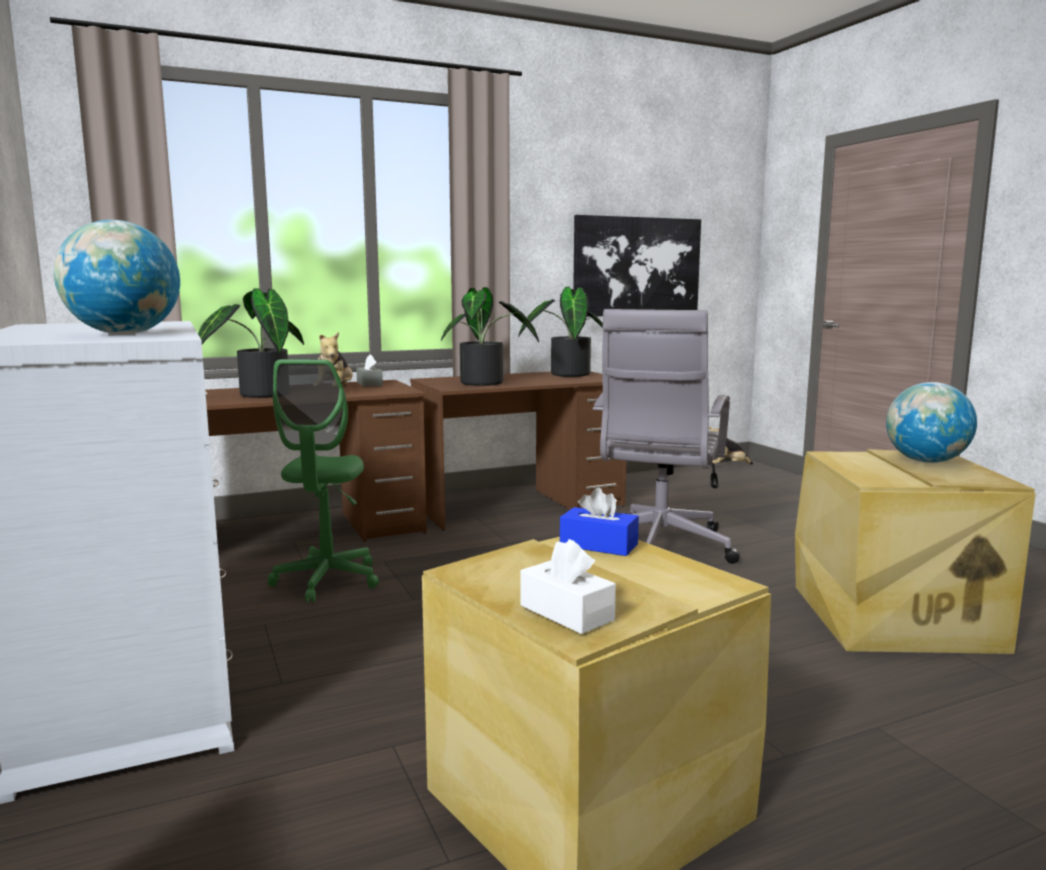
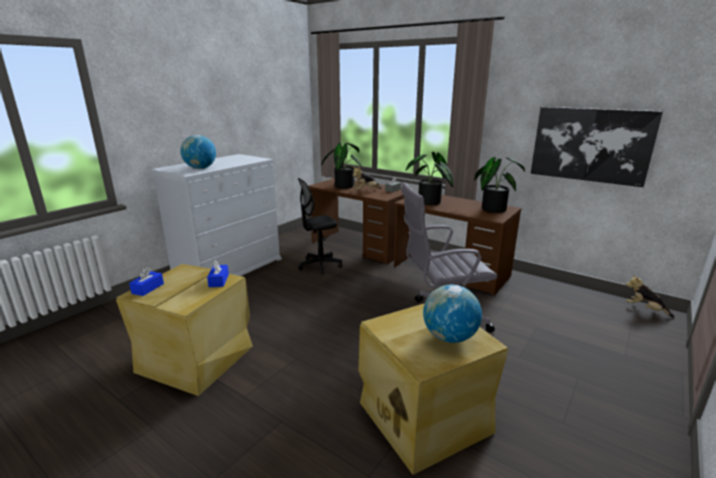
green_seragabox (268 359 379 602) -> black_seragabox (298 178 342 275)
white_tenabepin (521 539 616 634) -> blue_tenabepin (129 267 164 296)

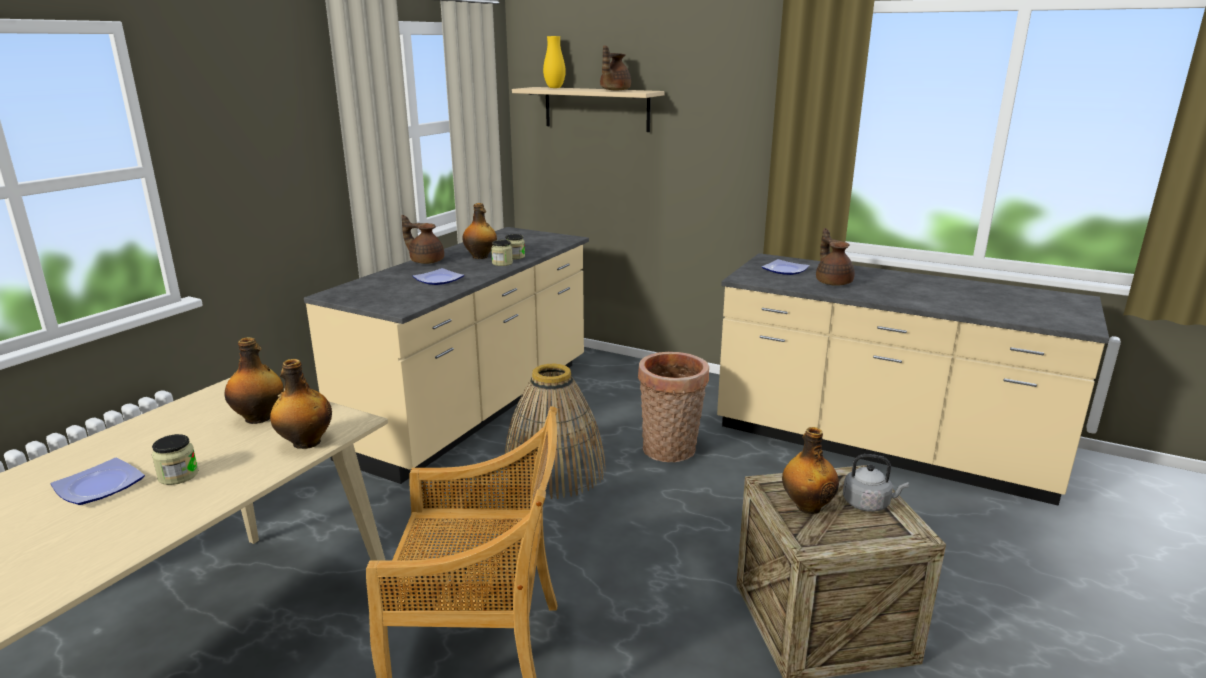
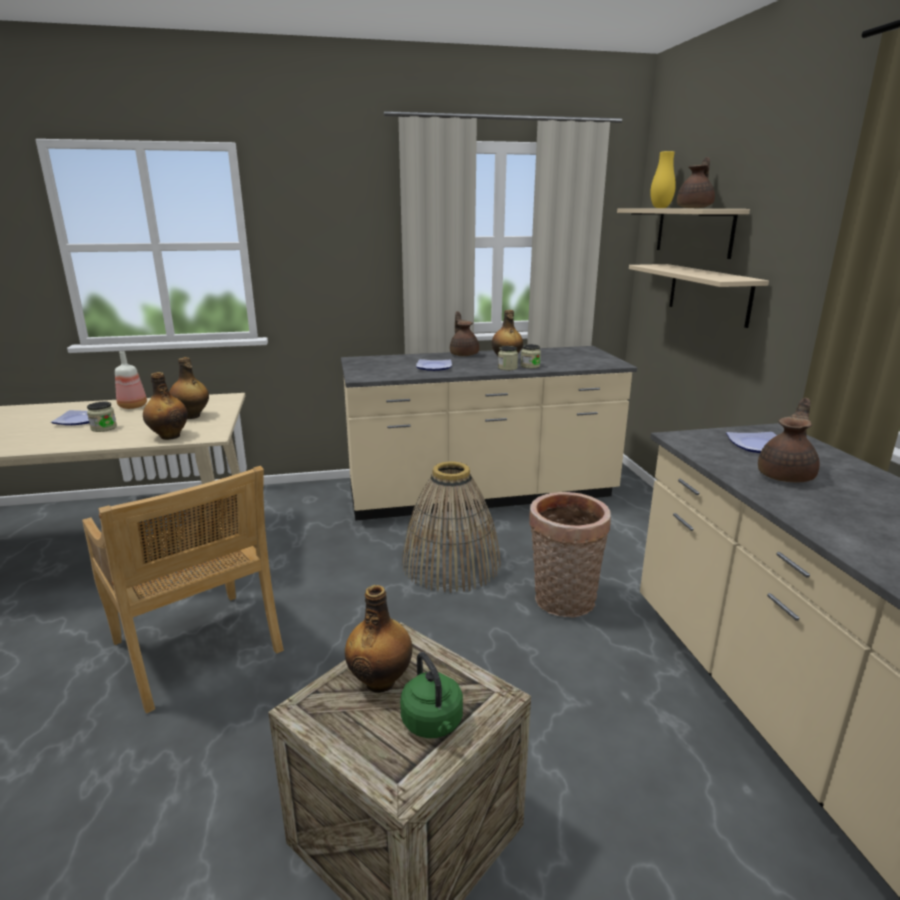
none -> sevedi (115 351 147 409)
none -> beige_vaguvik (629 264 769 328)
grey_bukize (843 454 909 512) -> green_bukize (400 652 463 738)
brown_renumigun (600 45 631 90) -> brown_renumigun (677 157 715 208), 135 degrees clockwise

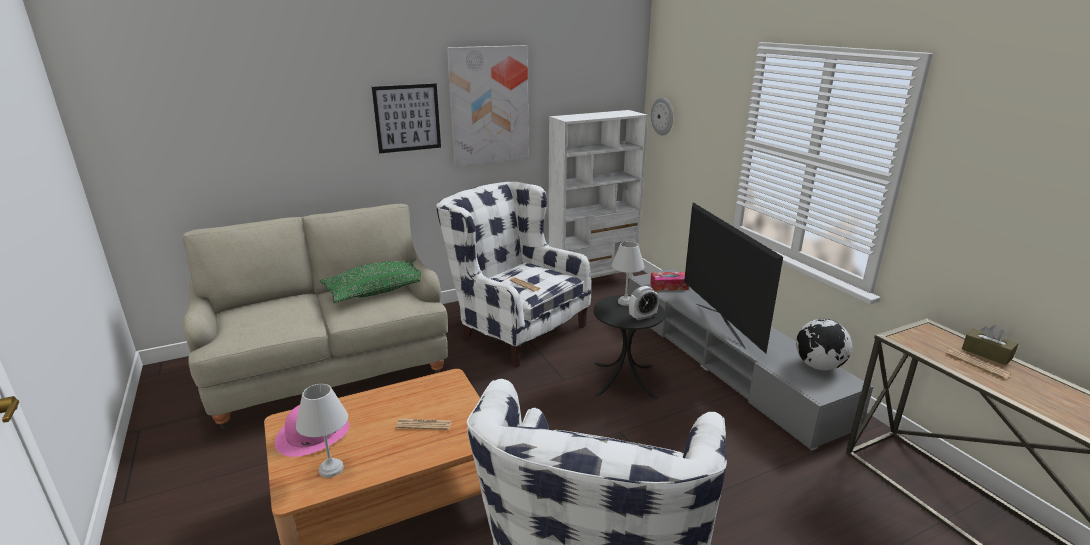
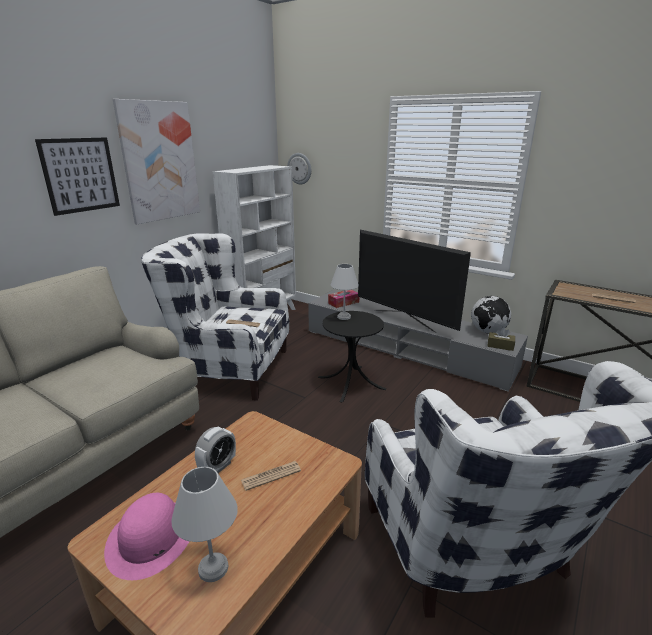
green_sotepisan (320 260 421 303) -> none
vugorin (629 286 659 320) -> vugorin (195 427 236 473), shifted
brown_tenabepin (962 325 1018 365) -> brown_tenabepin (487 328 515 351), shifted

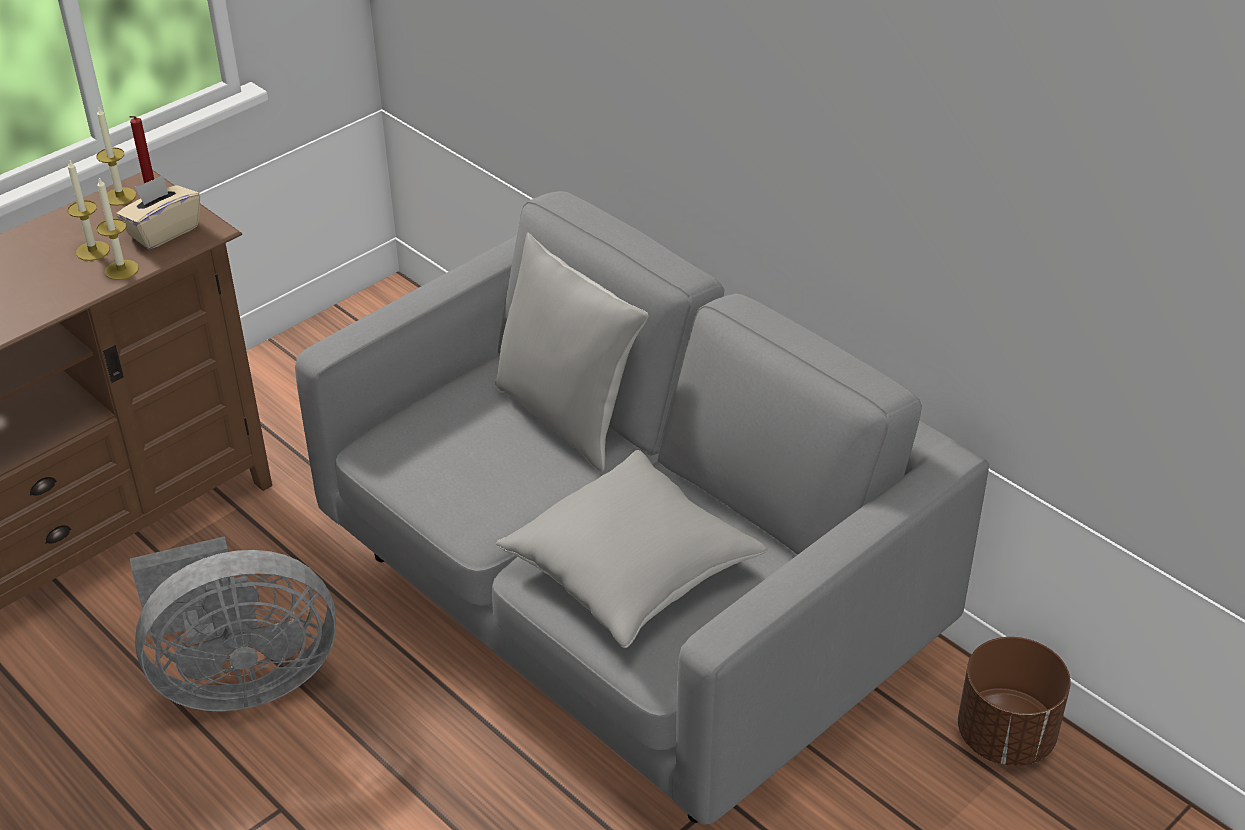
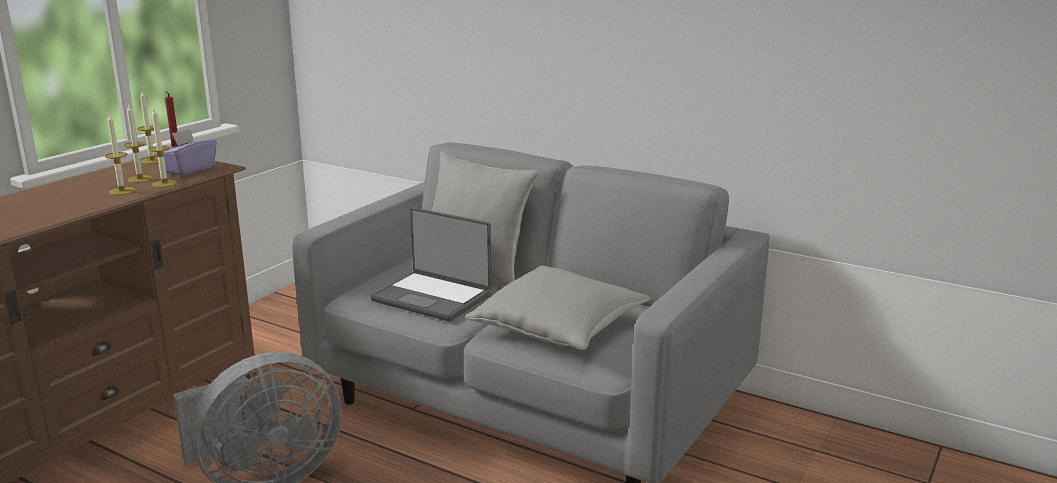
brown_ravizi (958 637 1071 766) -> none
none -> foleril (105 113 135 195)
none -> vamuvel (370 207 492 321)
beige_tenabepin (116 175 200 249) -> purple_tenabepin (163 128 217 176)

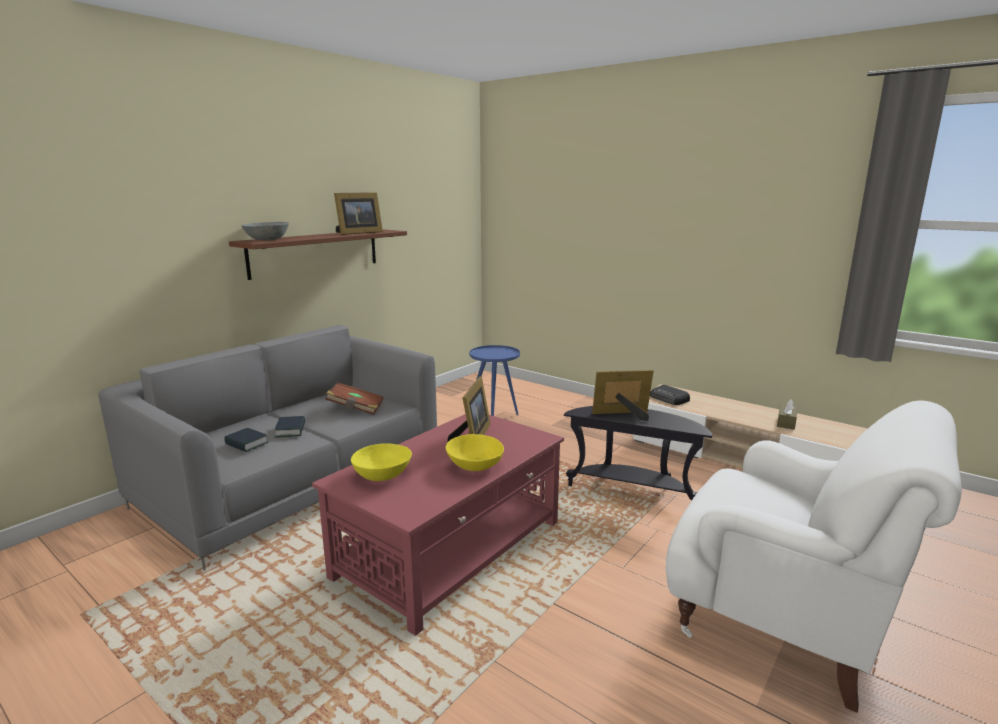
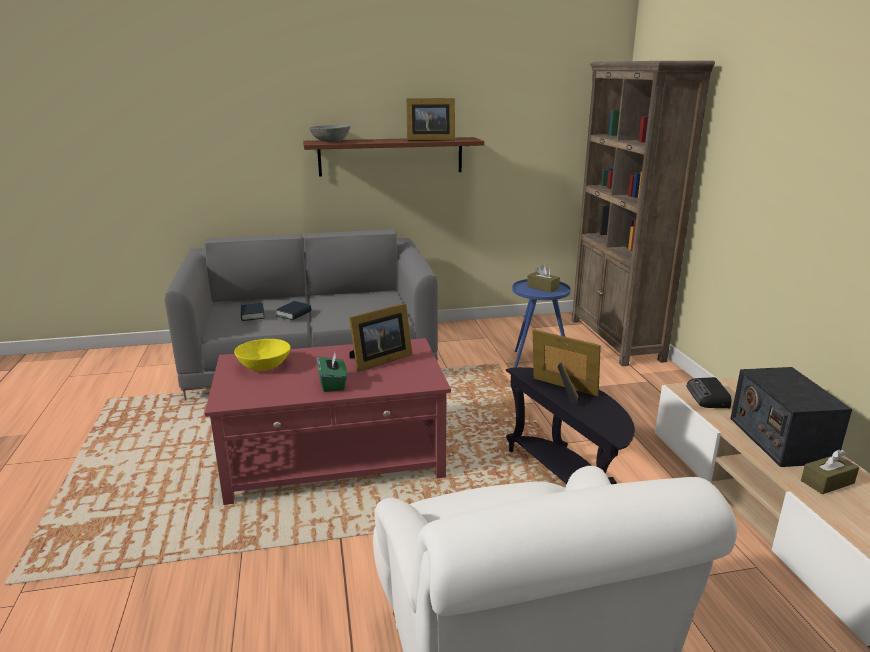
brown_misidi (325 382 384 415) -> none
none -> brown_tenabepin (527 265 560 293)
none -> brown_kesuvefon (571 61 715 366)
none -> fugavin (730 367 852 467)
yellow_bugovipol (446 434 504 471) -> green_tenabepin (317 353 347 392)

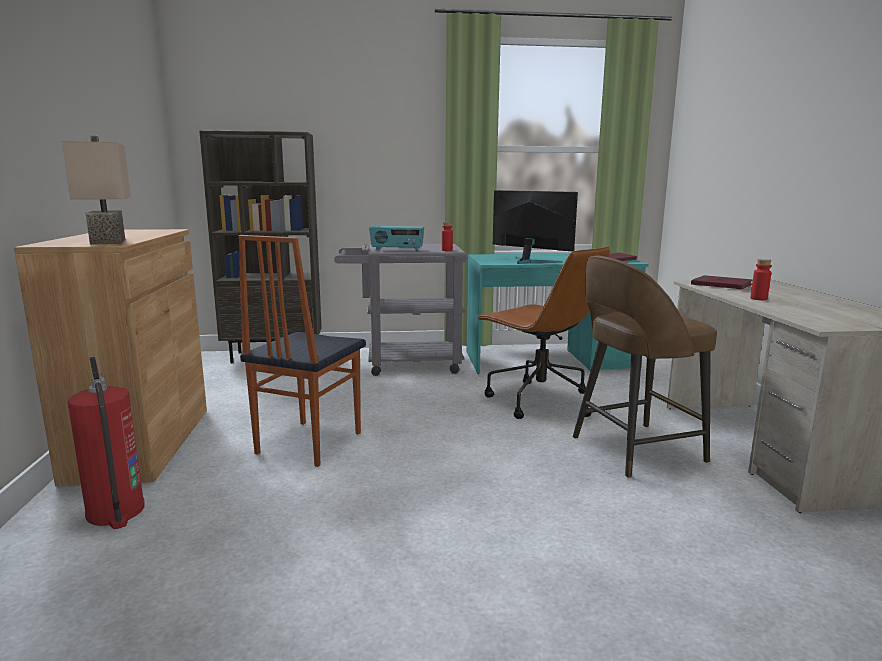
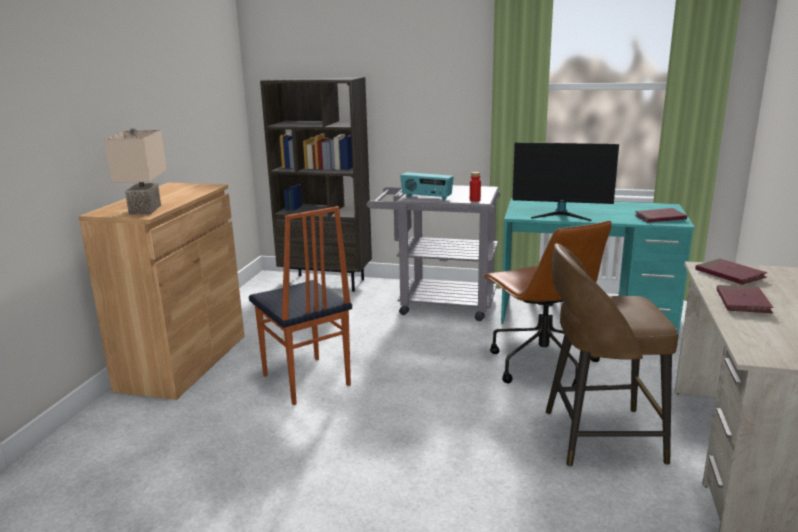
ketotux (68 357 145 529) -> none
red_sevedi (750 259 772 300) -> red_misidi (717 285 773 313)
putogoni (239 235 366 467) -> putogoni (249 206 352 405), 75 degrees counterclockwise
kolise (493 190 578 264) -> kolise (512 142 619 221), 135 degrees clockwise

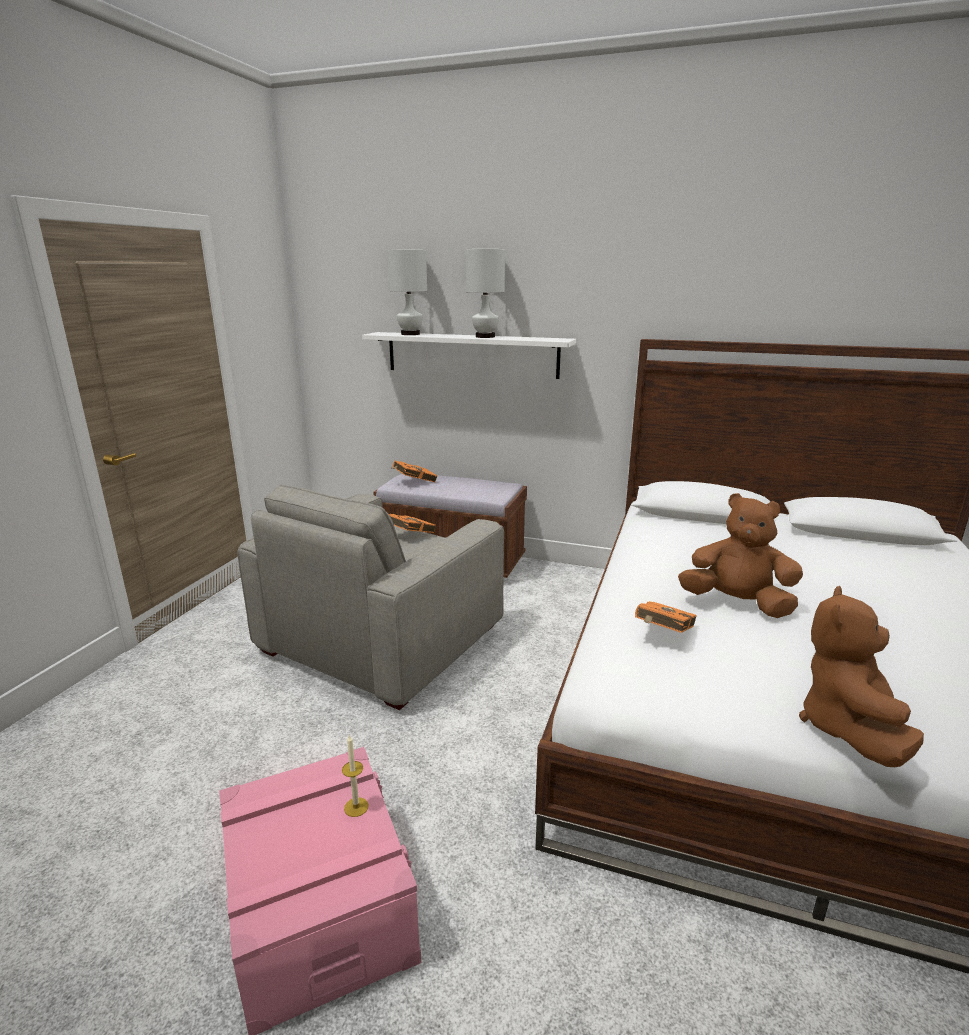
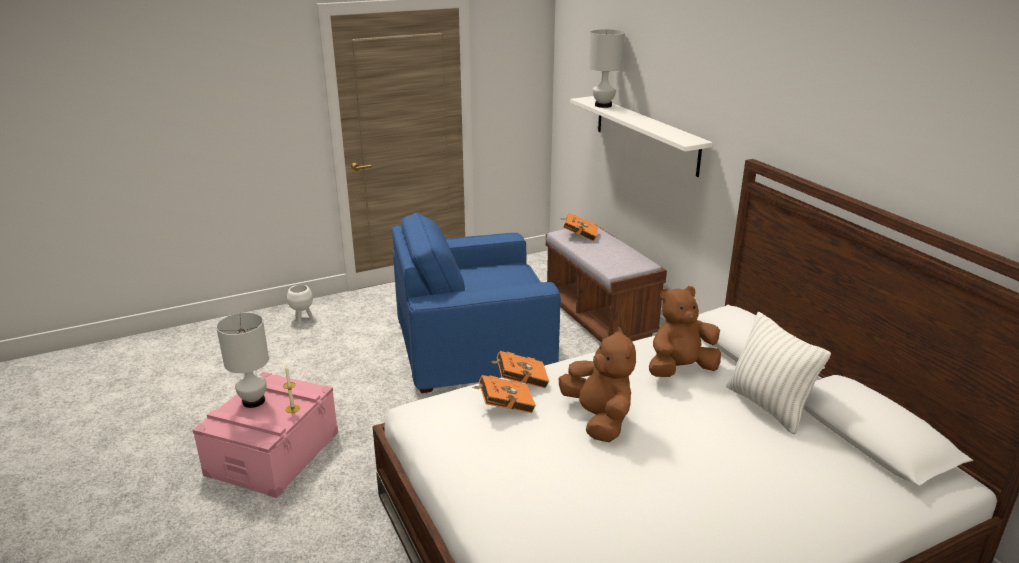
none -> white_ravizi (287 285 313 324)
none -> white_sotepisan (726 312 831 434)
orange_misidi (389 514 436 533) -> orange_misidi (490 351 549 388), shifted
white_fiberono (465 249 505 338) -> white_fiberono (216 313 269 408), shifted
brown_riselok (799 586 924 767) -> brown_riselok (649 286 721 377), shifted
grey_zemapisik (237 484 504 710) -> blue_zemapisik (392 212 561 393)

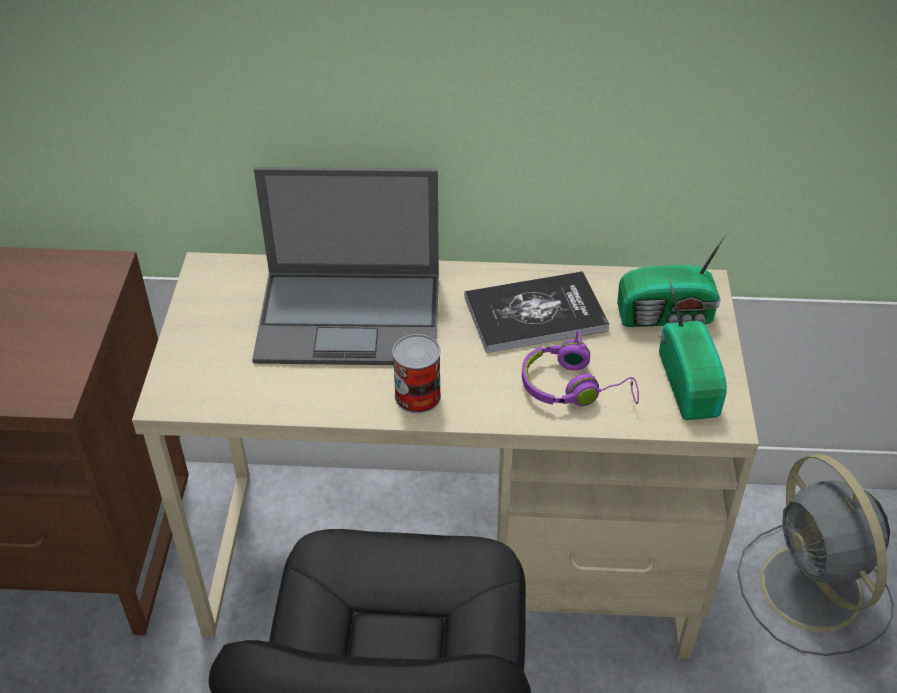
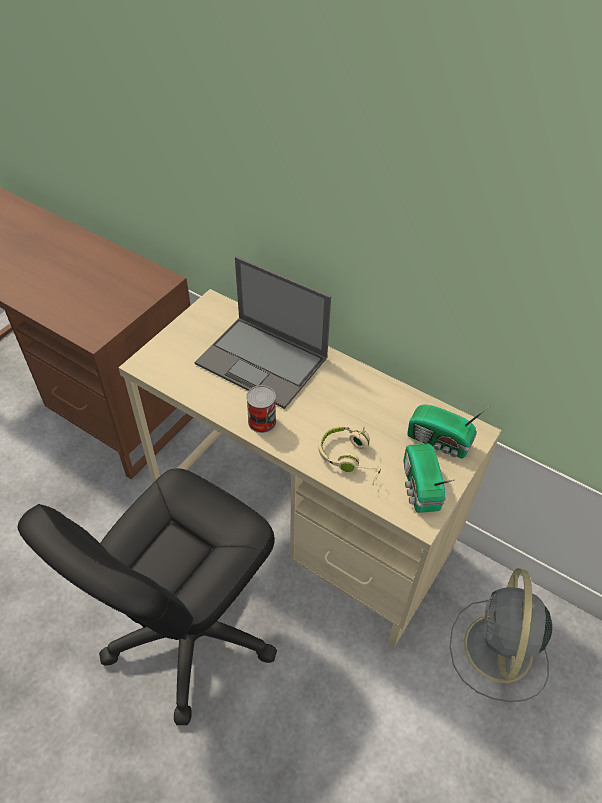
misidi (465 271 609 353) -> none
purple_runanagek (522 331 639 407) -> beige_runanagek (318 425 381 485)
fugavin (659 275 727 420) -> fugavin (403 443 455 513), 150 degrees clockwise

